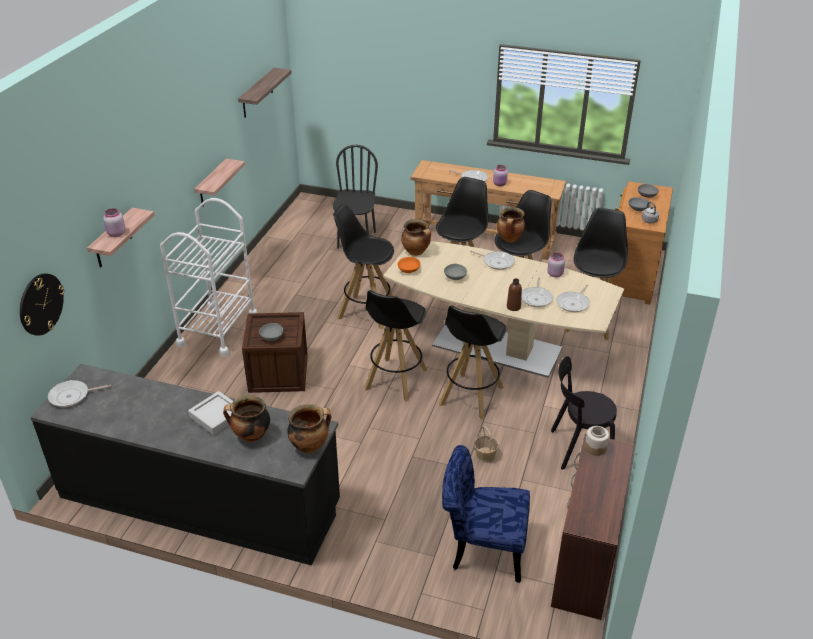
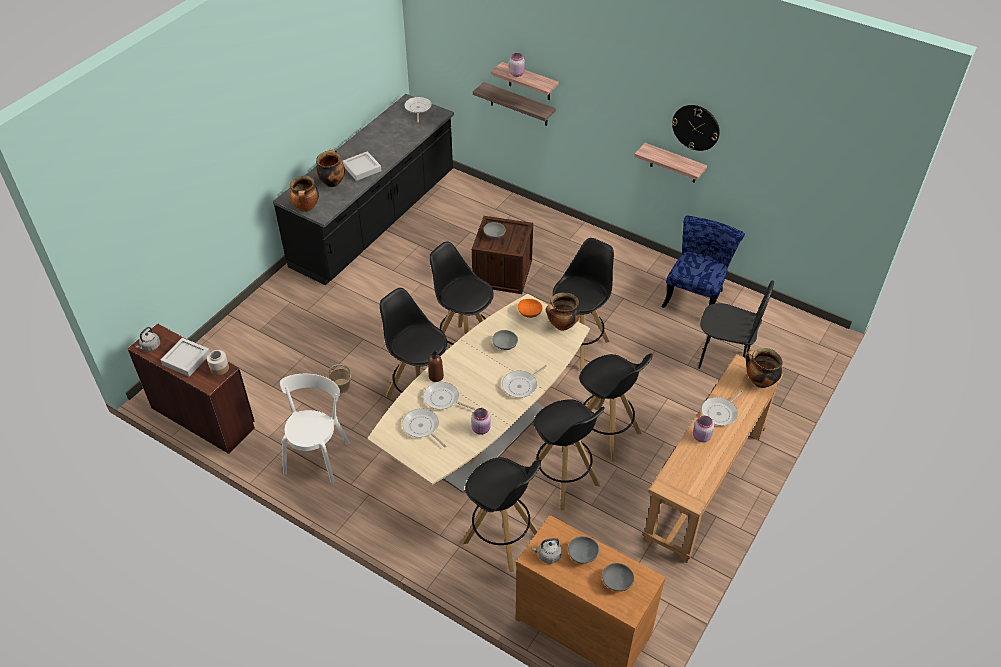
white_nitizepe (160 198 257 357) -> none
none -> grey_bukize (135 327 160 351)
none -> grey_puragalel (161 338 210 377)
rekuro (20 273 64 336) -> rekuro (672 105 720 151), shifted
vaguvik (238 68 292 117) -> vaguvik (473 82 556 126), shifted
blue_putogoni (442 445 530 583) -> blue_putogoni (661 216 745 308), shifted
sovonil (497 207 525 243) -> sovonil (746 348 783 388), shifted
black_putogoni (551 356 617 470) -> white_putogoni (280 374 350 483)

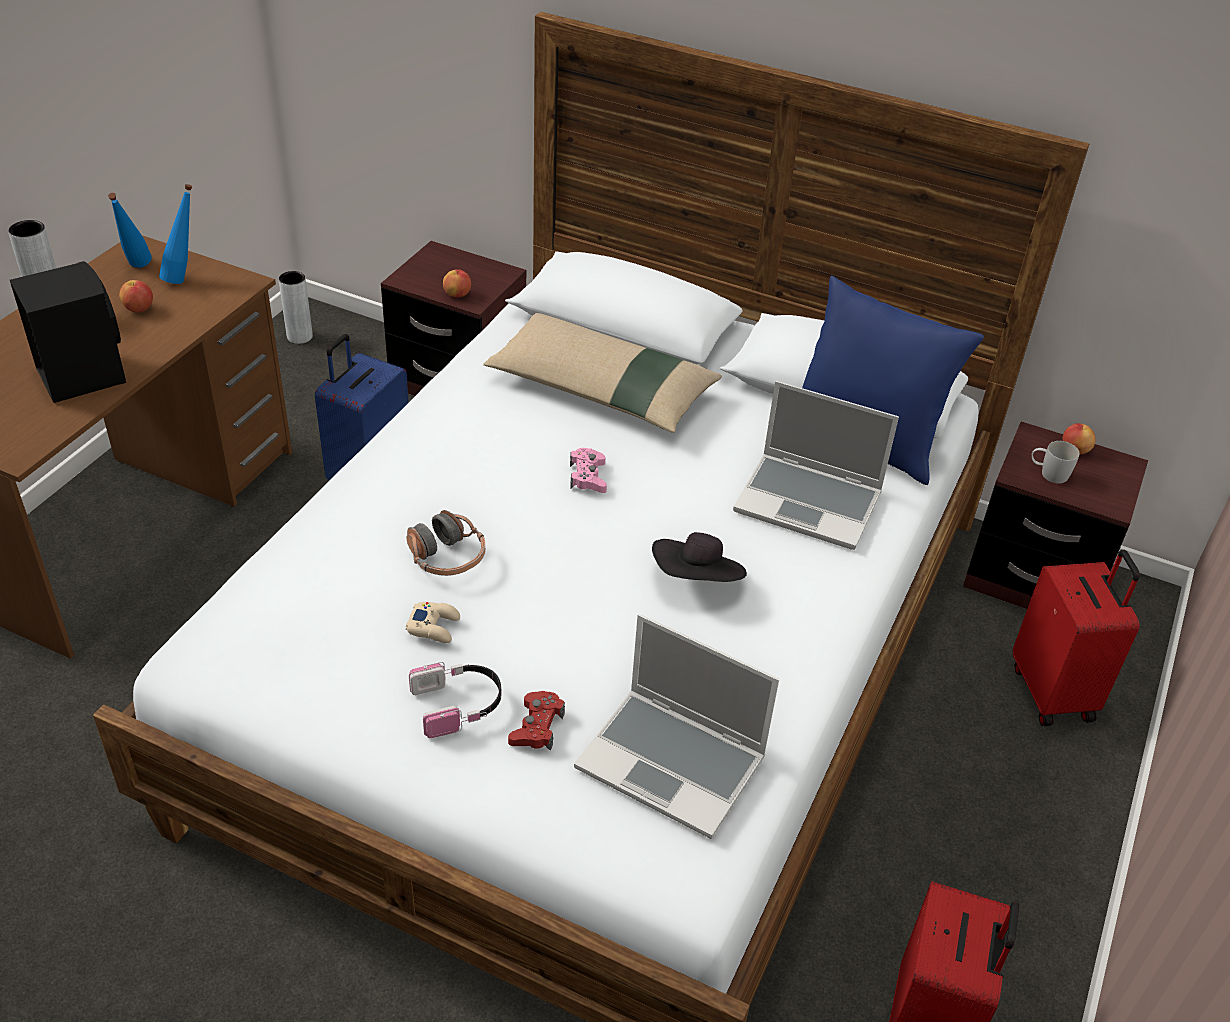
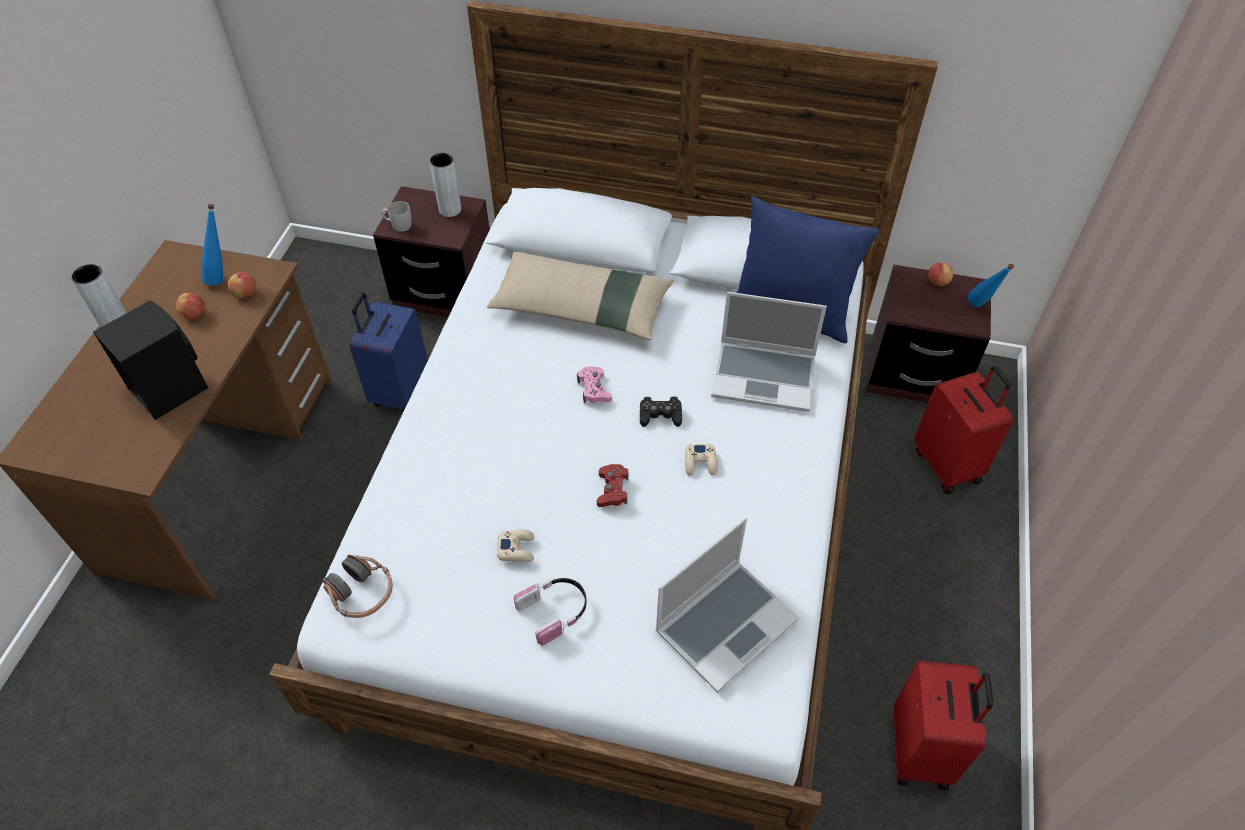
none -> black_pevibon (640 397 682 427)
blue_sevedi (108 193 152 268) -> blue_sevedi (968 264 1014 307), shifted
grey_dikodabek (279 271 313 344) -> grey_dikodabek (430 153 461 217), shifted
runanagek (406 510 485 576) -> runanagek (323 555 393 618), shifted
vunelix (443 269 471 297) -> vunelix (228 272 256 298), shifted
red_pevibon (508 691 565 751) -> red_pevibon (597 464 628 507), shifted
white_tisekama (1031 441 1079 484) -> white_tisekama (381 201 412 232), shifted
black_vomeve (652 532 747 582) -> beige_pevibon (685 444 718 476)
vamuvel (574 614 779 839) -> vamuvel (655 517 799 692), 60 degrees counterclockwise

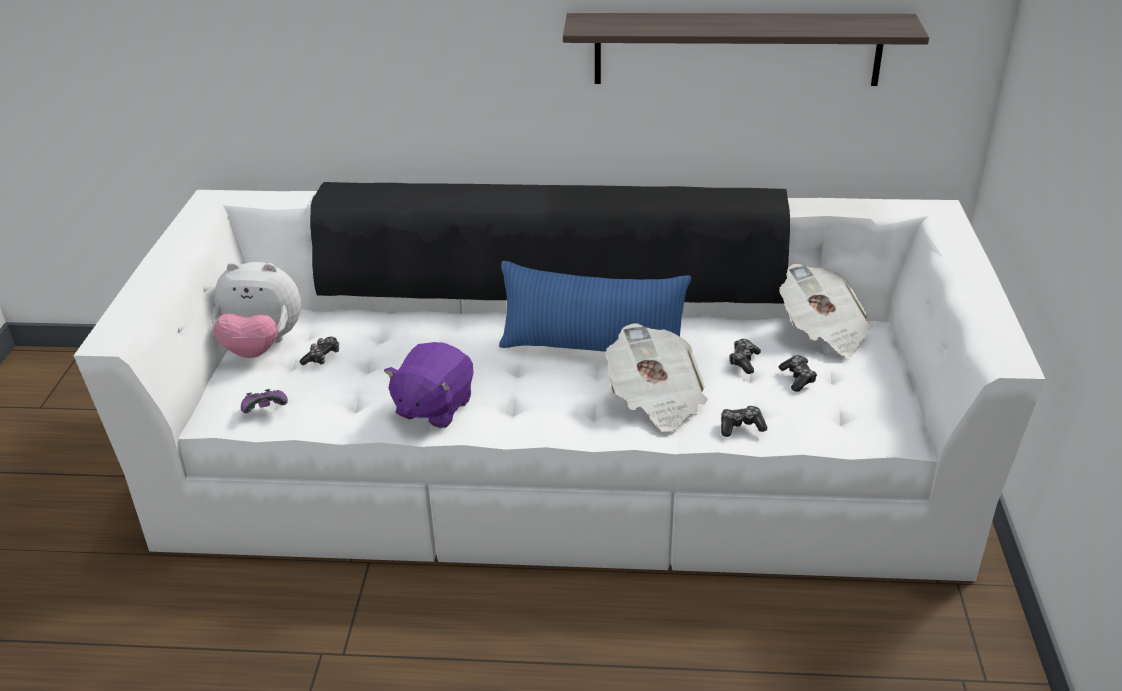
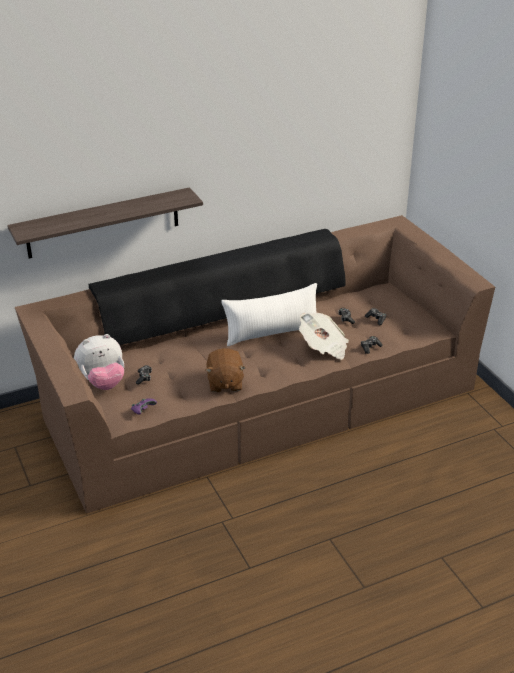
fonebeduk (779 263 872 357) -> none
vaguvik (563 13 929 86) -> vaguvik (7 187 203 258), shifted
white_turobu (74 182 1045 581) -> brown_turobu (15 215 495 514)
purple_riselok (384 342 473 428) -> brown_riselok (206 348 246 392)
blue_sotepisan (499 261 691 352) -> white_sotepisan (221 283 317 346)

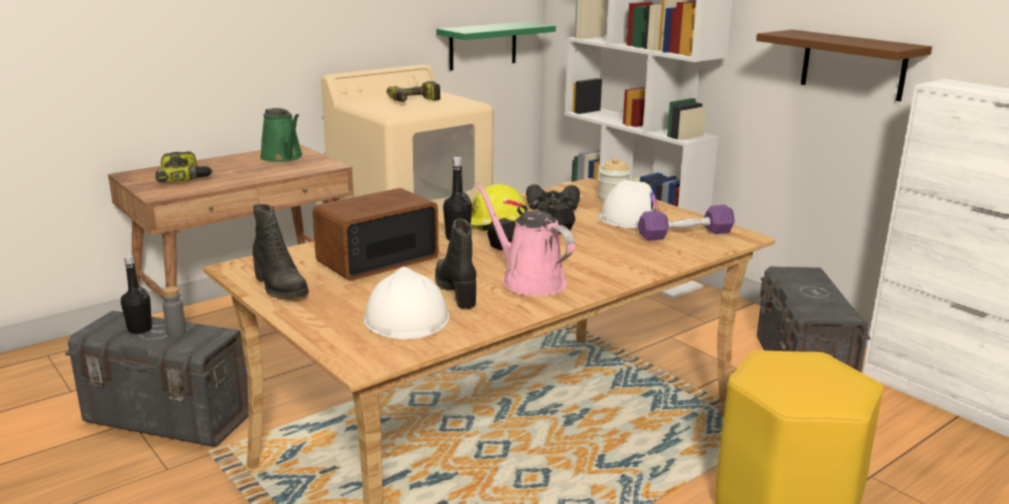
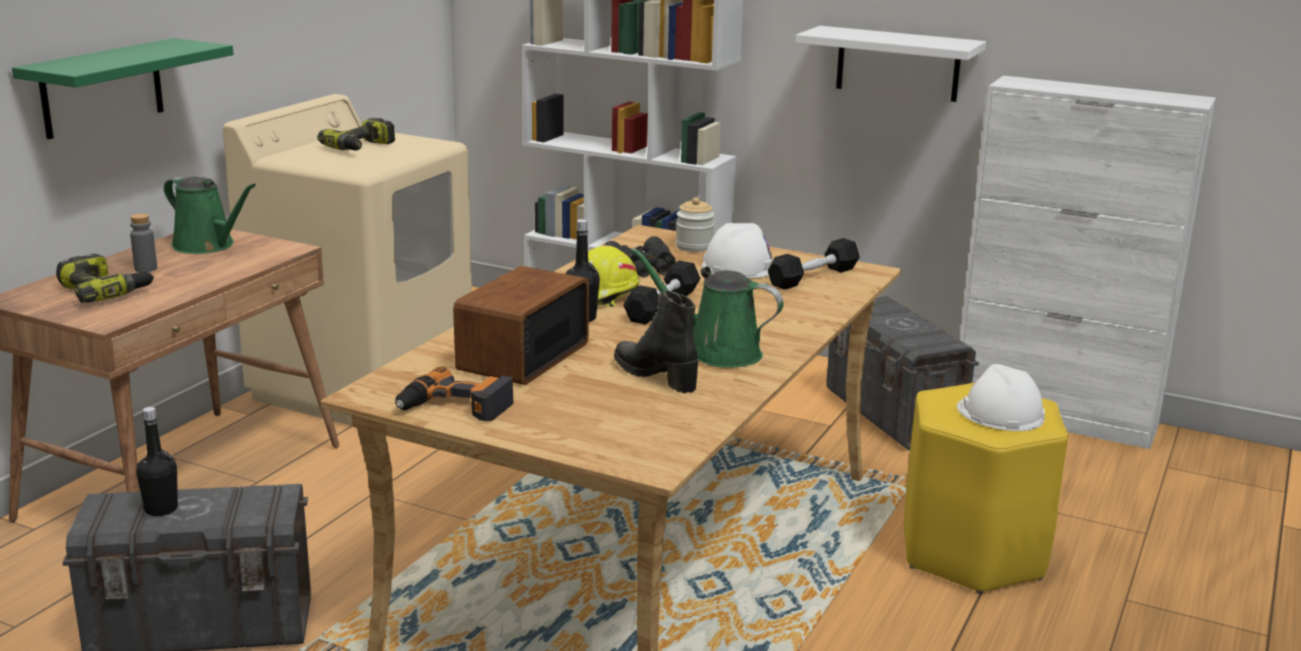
grey_sevedi (163 286 186 337) -> grey_sevedi (130 213 157 272), shifted
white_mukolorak (363 267 449 339) -> white_mukolorak (957 364 1045 431), shifted
green_vaguvik (436 22 556 70) -> green_vaguvik (12 38 233 139), shifted
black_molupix (253 204 309 299) -> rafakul (395 367 514 421)
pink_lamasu (476 183 575 296) -> green_lamasu (630 248 784 368)
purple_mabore (638 205 735 241) -> black_mabore (768 238 860 289)
brown_vaguvik (756 30 932 101) -> white_vaguvik (795 26 986 102)

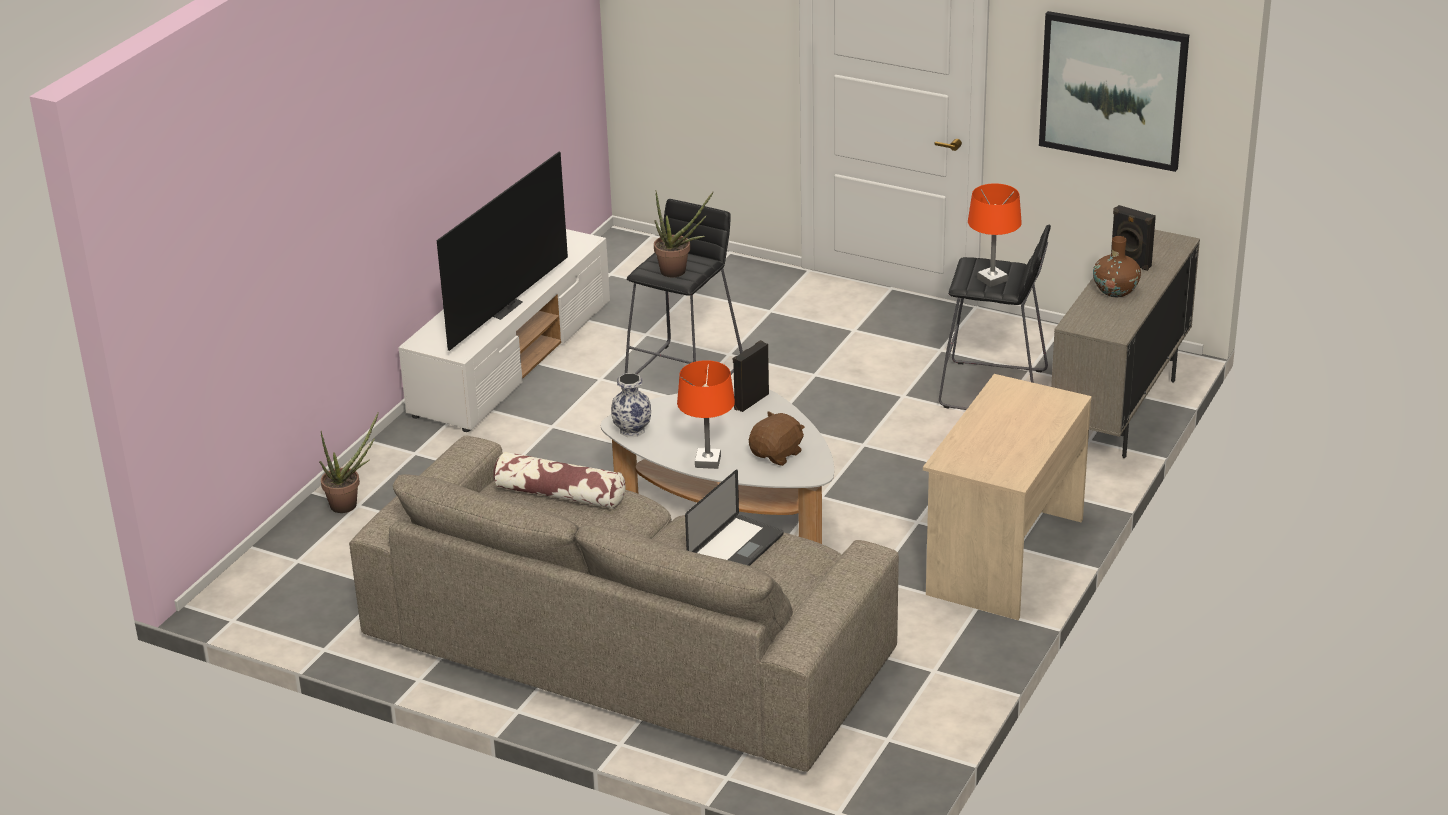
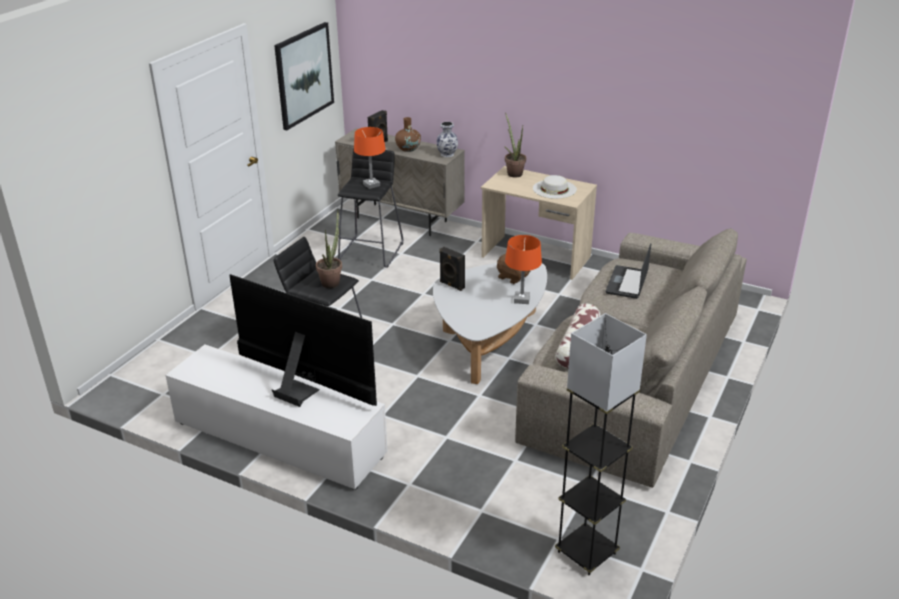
none -> white_vomeve (533 175 577 199)
none -> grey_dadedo (555 313 647 575)
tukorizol (319 412 379 513) -> tukorizol (504 113 526 178), shifted
dikodabek (611 373 651 437) -> dikodabek (437 122 458 157), shifted
vamuvel (685 470 784 566) -> vamuvel (605 243 651 299), 105 degrees counterclockwise

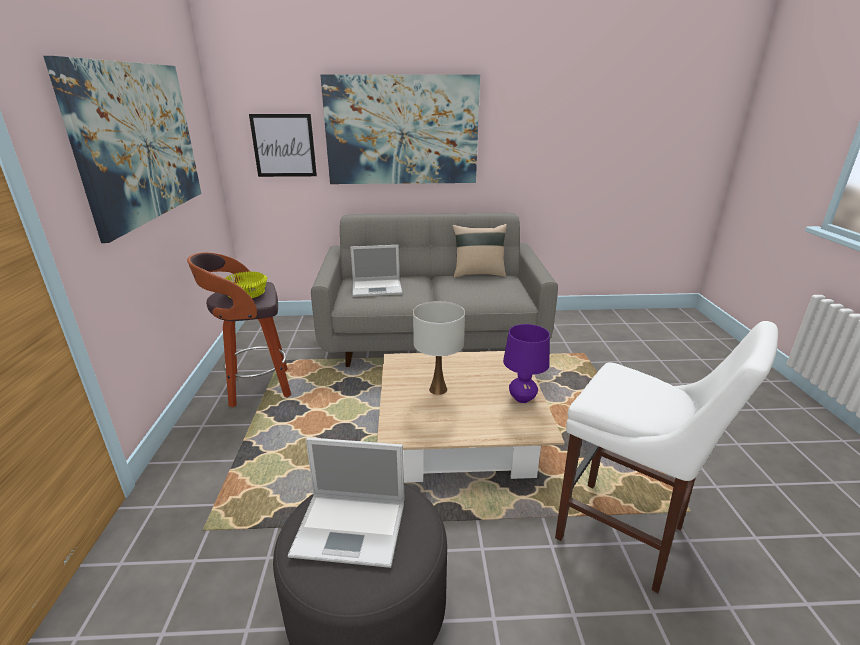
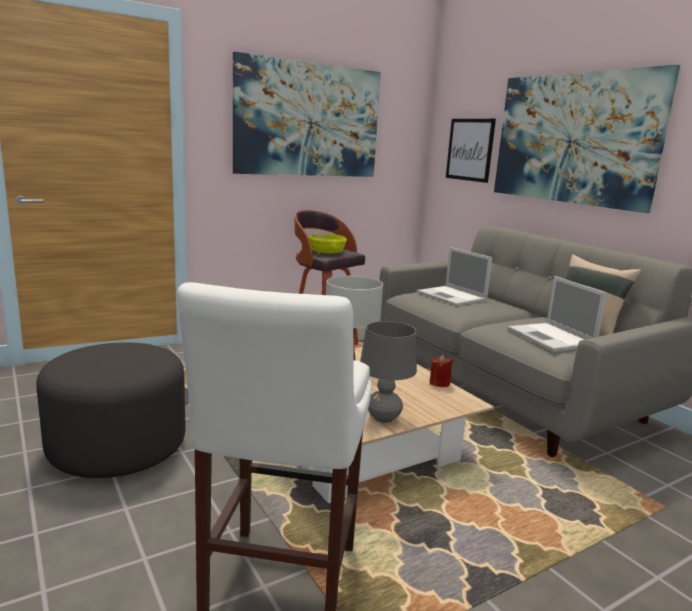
none -> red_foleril (430 355 453 387)
vamuvel (288 437 405 568) -> vamuvel (508 276 607 352), shifted
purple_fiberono (503 324 550 403) -> grey_fiberono (360 321 417 423)

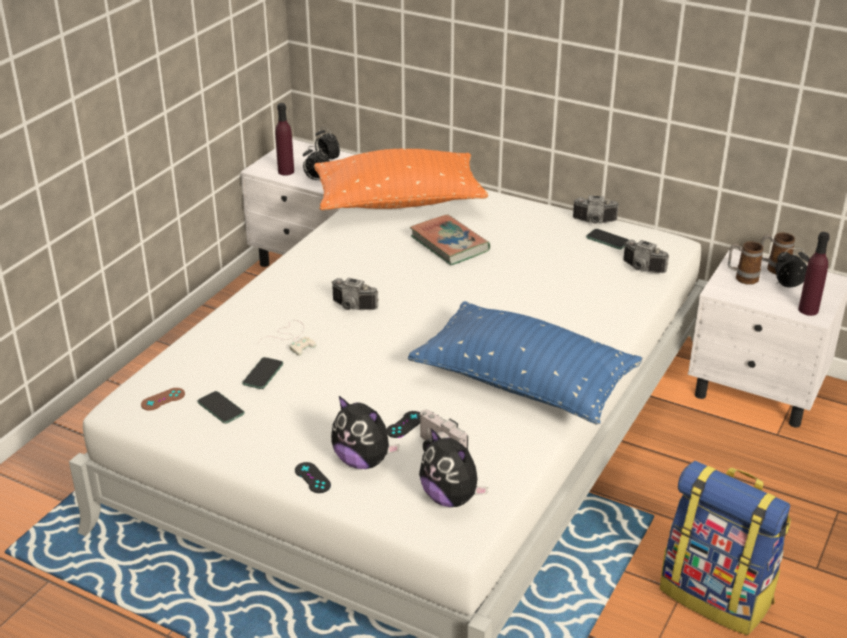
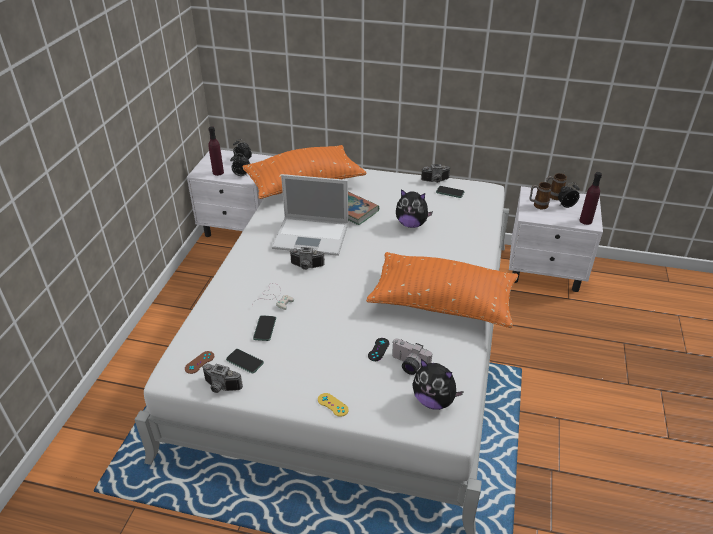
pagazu (660 461 791 635) -> none
none -> vamuvel (272 174 348 256)
riselok (331 396 400 469) -> riselok (396 189 433 228), shifted
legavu (623 240 669 273) -> legavu (202 364 243 393), shifted
black_pevibon (295 462 331 493) -> yellow_pevibon (318 393 349 417)
blue_sotepisan (408 301 643 424) -> orange_sotepisan (366 252 518 328)

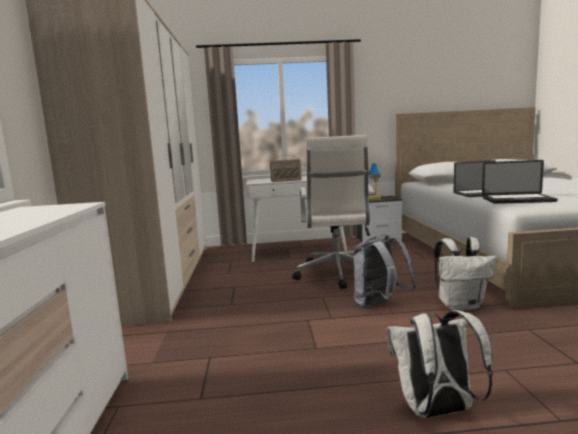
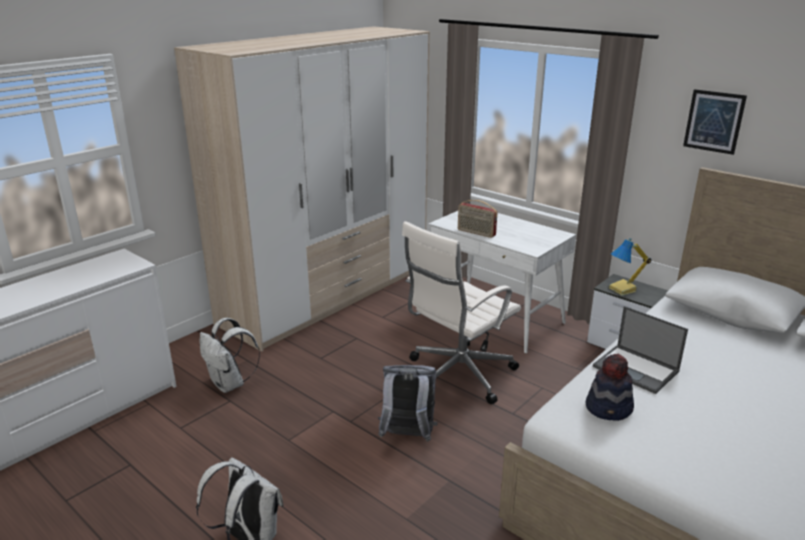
none -> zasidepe (683 89 747 155)
white_pagazu (434 237 496 310) -> white_pagazu (200 318 260 393), shifted
vamuvel (482 160 558 204) -> vomeve (585 354 634 421)

